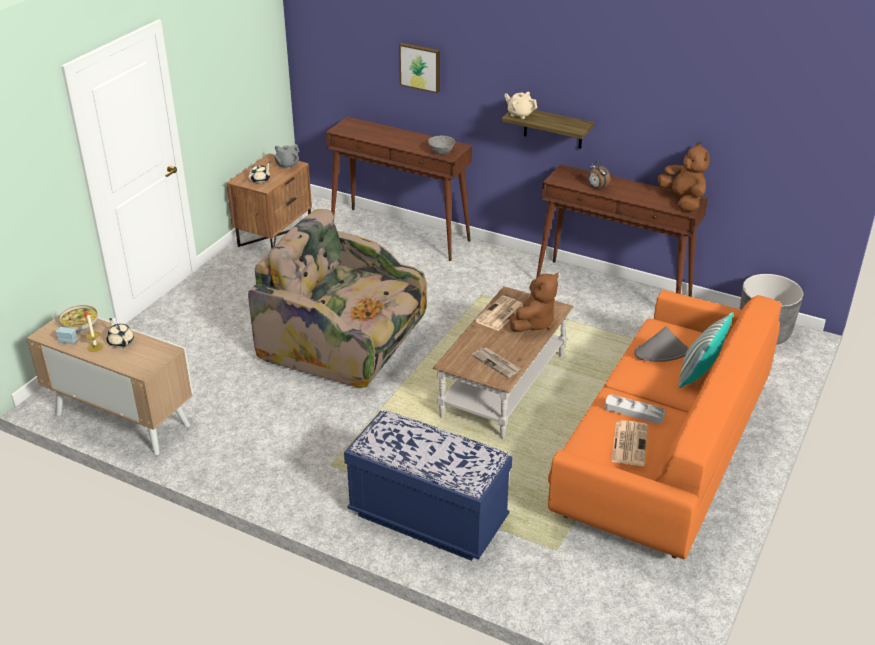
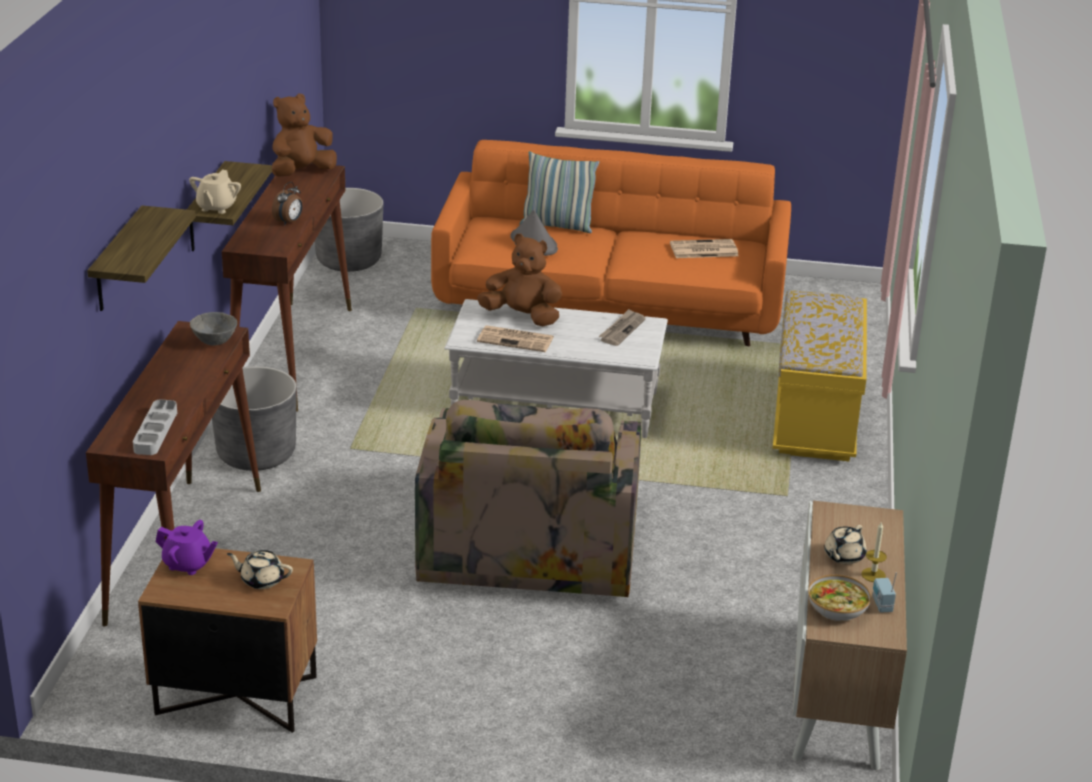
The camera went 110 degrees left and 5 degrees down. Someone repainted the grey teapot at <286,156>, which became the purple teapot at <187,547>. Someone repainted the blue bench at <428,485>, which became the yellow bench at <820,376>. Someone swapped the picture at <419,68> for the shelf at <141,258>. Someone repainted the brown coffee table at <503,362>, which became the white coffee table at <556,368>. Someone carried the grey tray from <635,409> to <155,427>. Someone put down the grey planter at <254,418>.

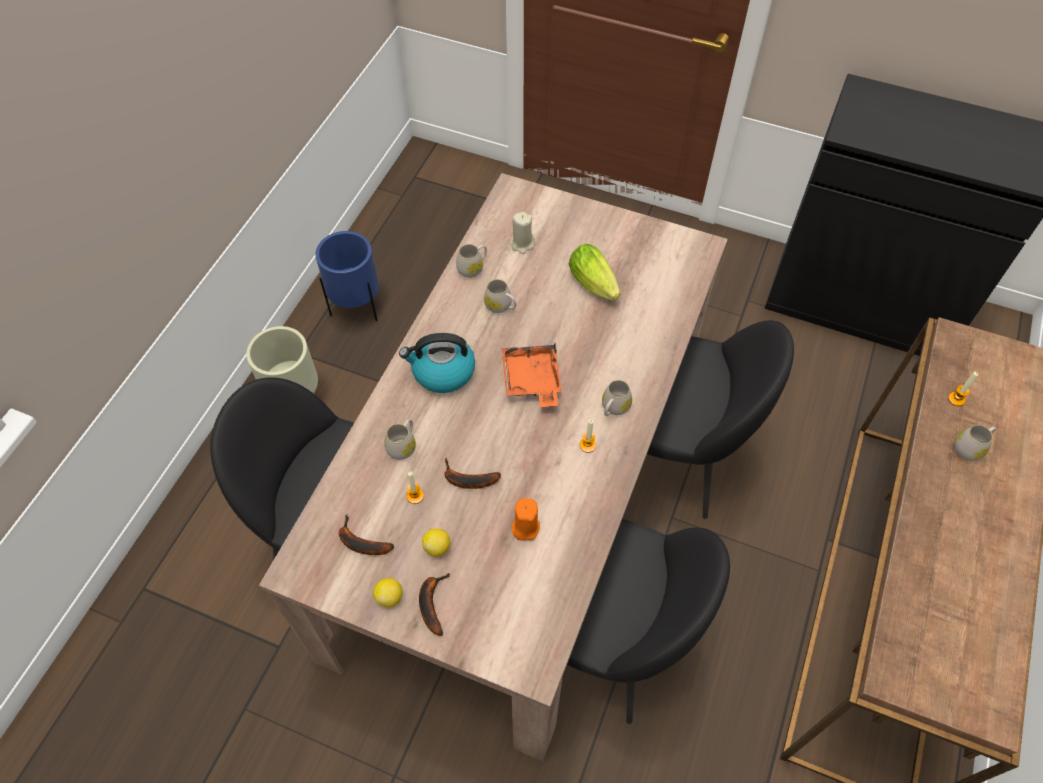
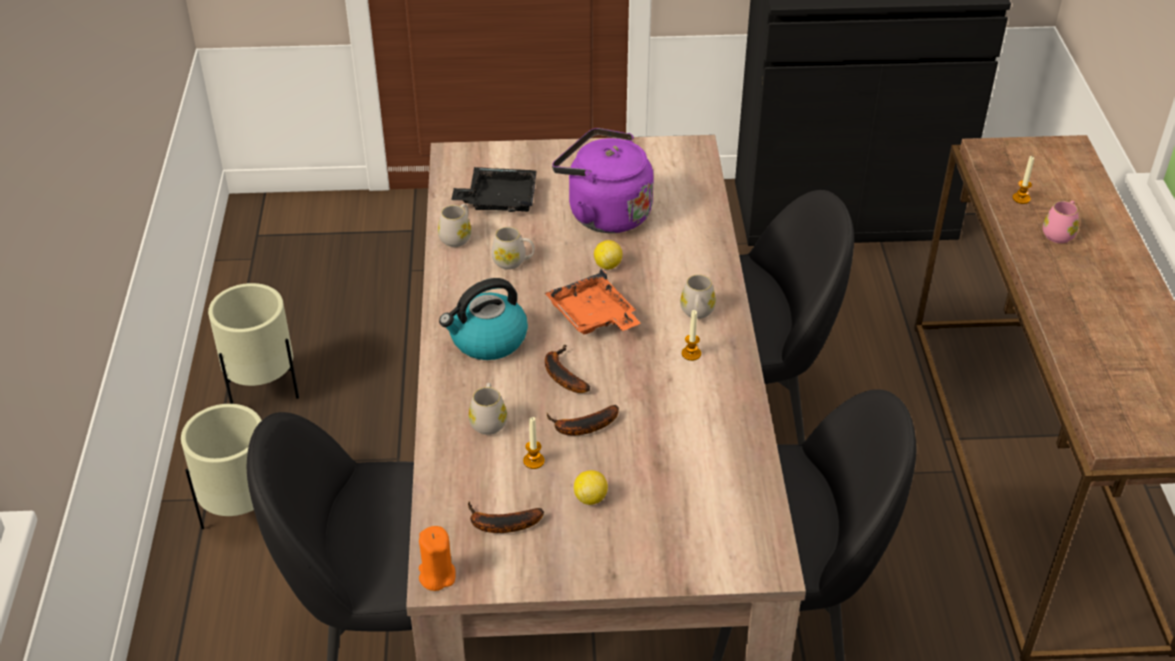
The camera went 25 degrees left and 15 degrees down. Someone repainted the blue planter at <347,276>, which became the beige planter at <253,343>. Someone carried the lemon from <388,592> to <608,254>. Someone carried the banana from <434,604> to <567,368>. Someone swapped the beige candle at <523,233> for the black tray at <494,189>. Someone carried the orange candle from <525,519> to <437,558>. Someone swapped the lettuce at <595,272> for the purple kettle at <603,180>. Someone repainted the white mug at <975,443>, which became the pink mug at <1061,222>.

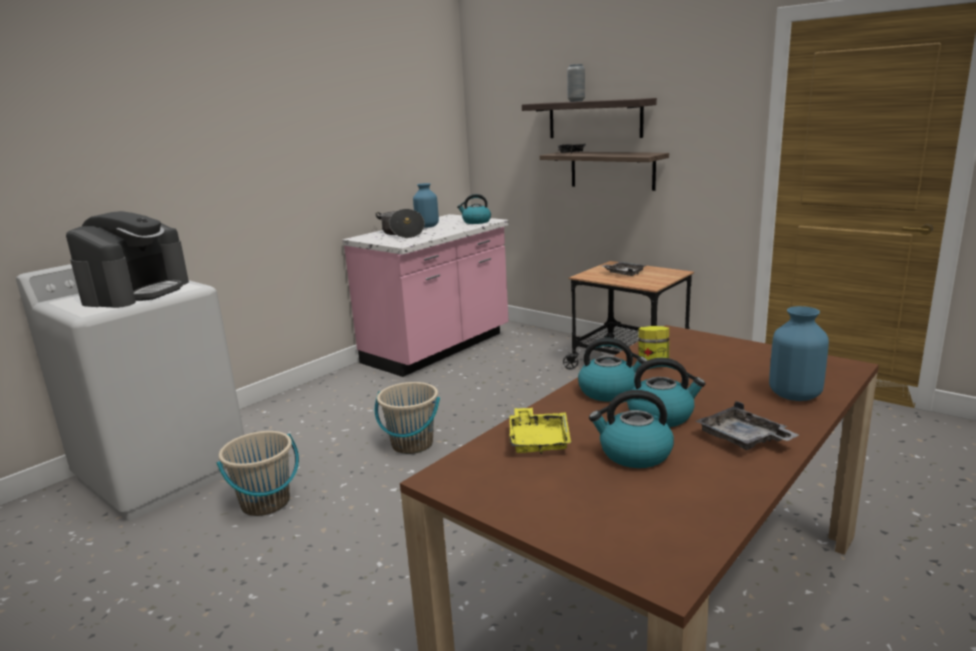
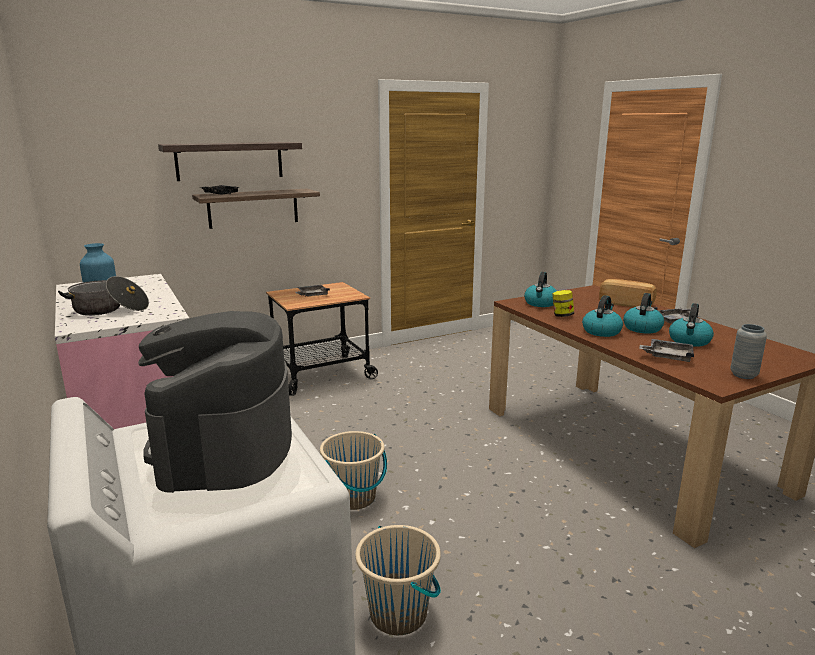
The camera went 70 degrees left and 0 degrees up. Someone rotated the coffee machine at <127,259> by 135 degrees counterclockwise. Someone carried the kettle from <474,209> to <540,289>. Someone repainted the yellow tray at <540,431>, which became the grey tray at <666,350>. Someone carried the grey vase from <576,83> to <748,351>. Someone swapped the blue vase at <799,353> for the bread at <628,293>.

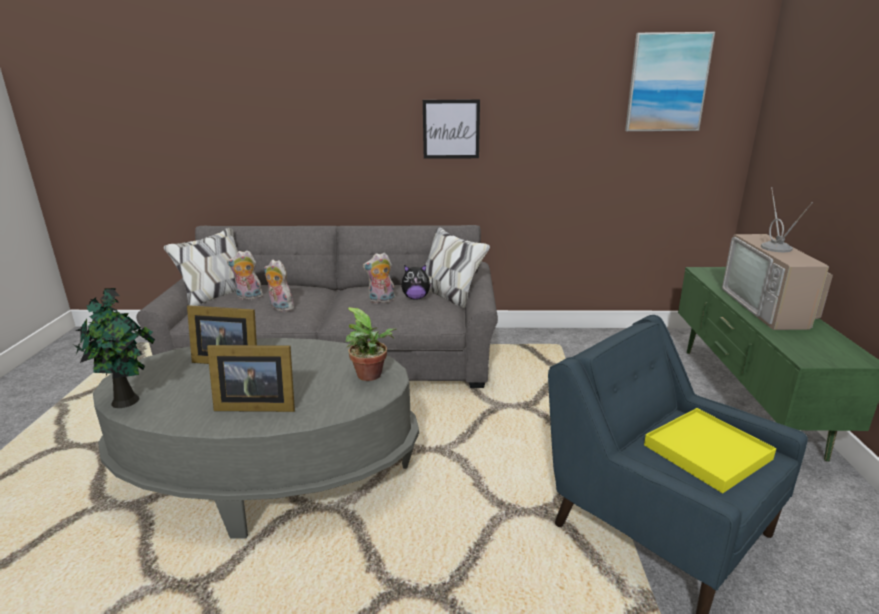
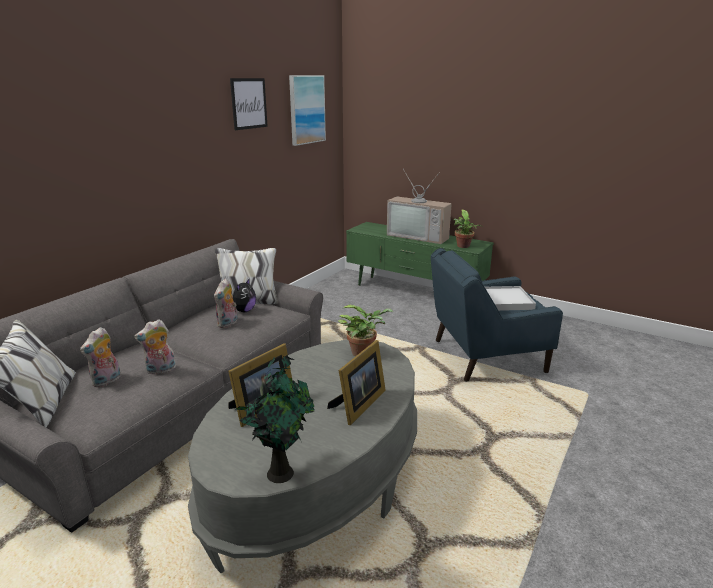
The camera went 60 degrees left and 0 degrees up. Someone carried the picture from <451,129> to <249,104>. Someone repainted the yellow tray at <710,450>, which became the white tray at <510,298>. Someone put down the potted plant at <467,229>.

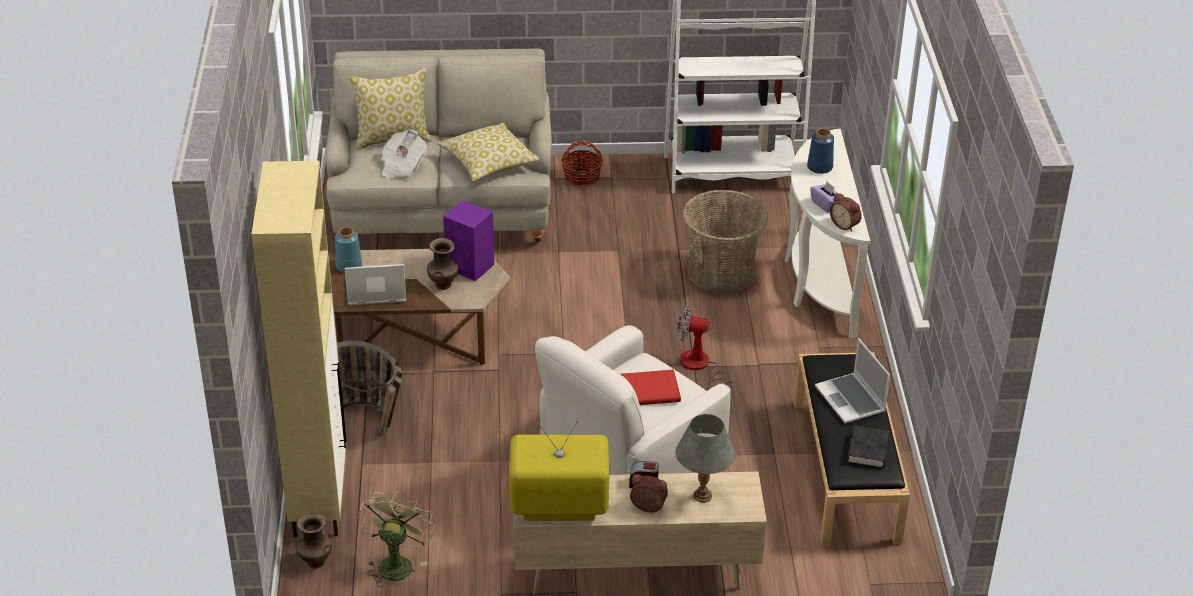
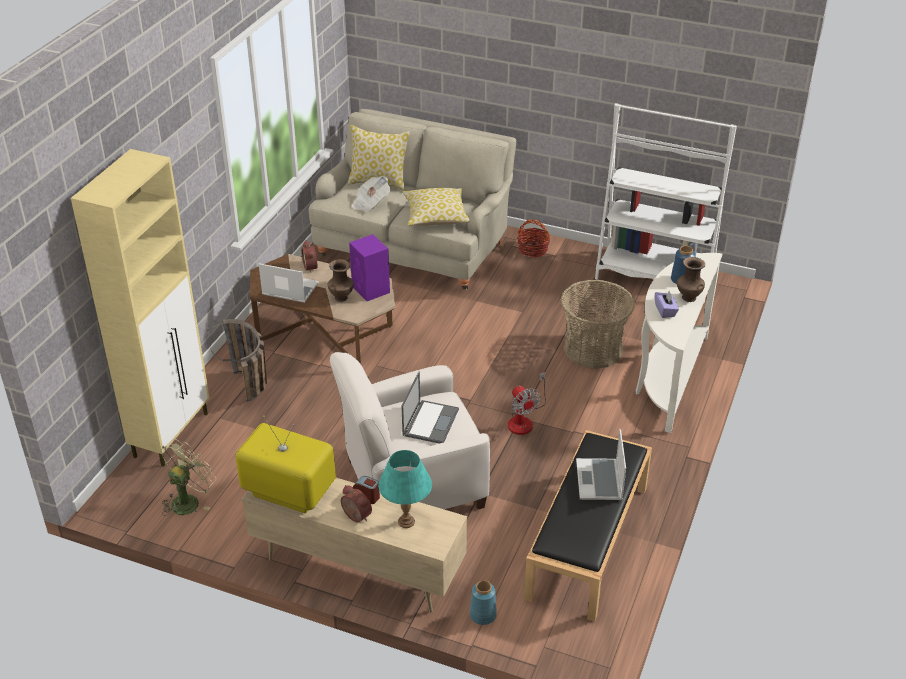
The camera went 25 degrees right and 0 degrees up. Someone carried the brown vase from <314,541> to <691,279>. Someone carried the blue vase from <348,250> to <483,602>. Someone swapped the red book at <650,387> for the laptop at <430,408>. Someone repainted the grey table lamp at <705,458>, which became the turquoise table lamp at <405,489>. Someone rotated the fan at <705,347> by 150 degrees counterclockwise. Someone carried the alarm clock from <846,212> to <309,256>. Someone took away the black book at <869,446>.

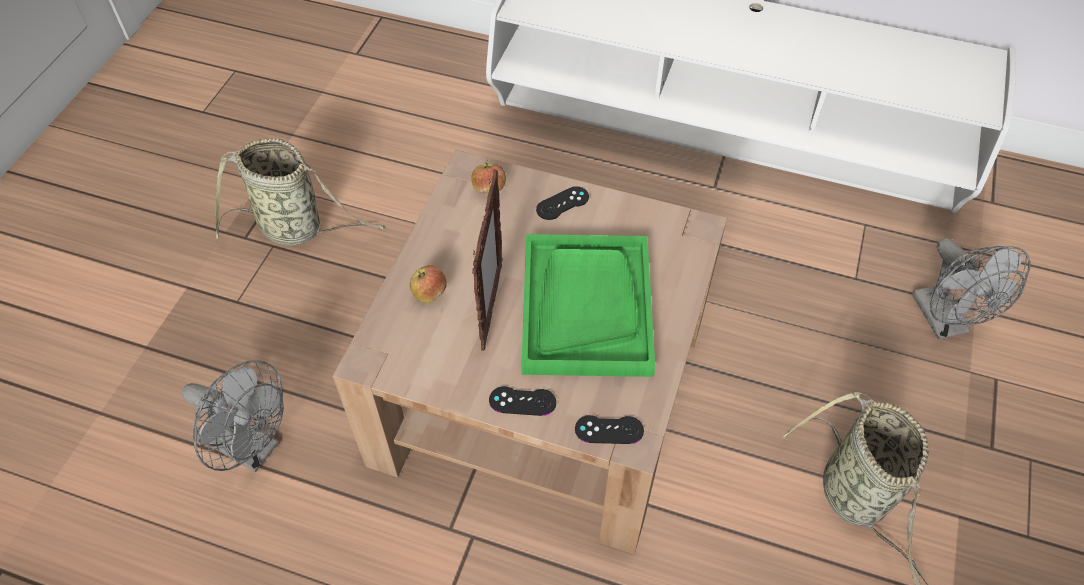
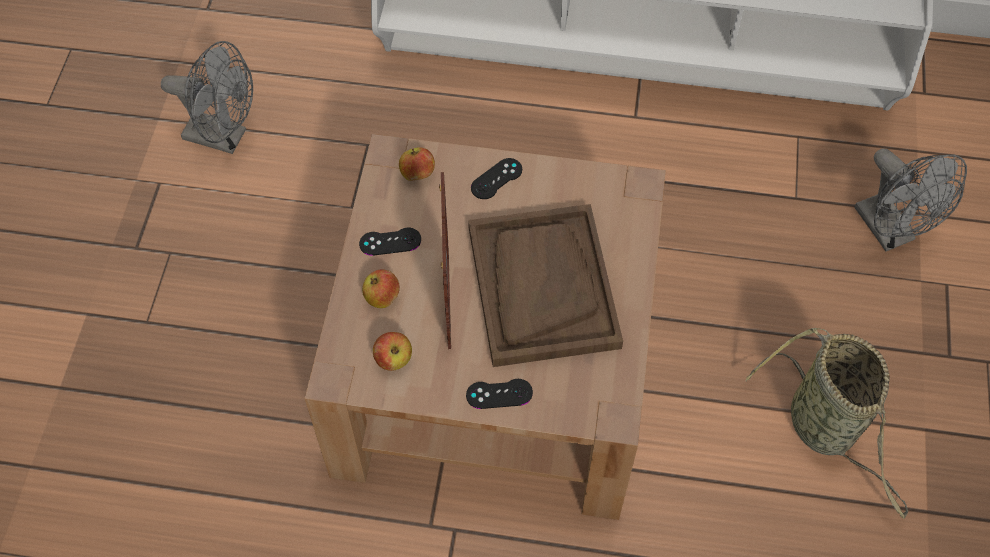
The camera went 10 degrees left and 5 degrees up. Someone carried the grey fan from <233,416> to <207,97>. Someone took away the basket at <301,192>. Someone repainted the green tray at <588,305>, which became the brown tray at <545,285>. Someone carried the black game controller from <609,429> to <390,241>. Someone put down the apple at <392,351>.

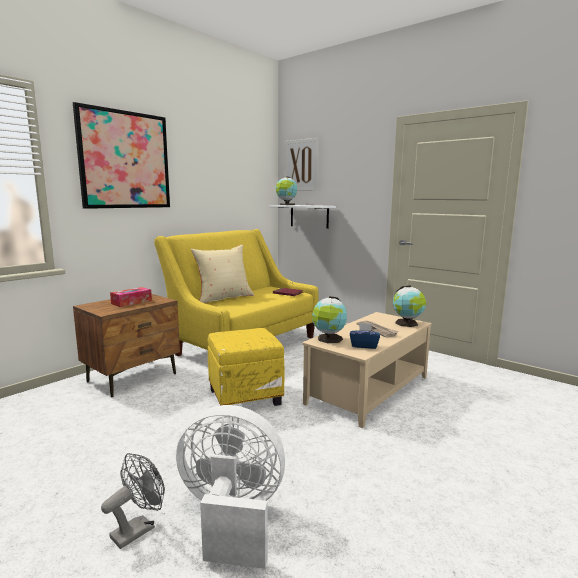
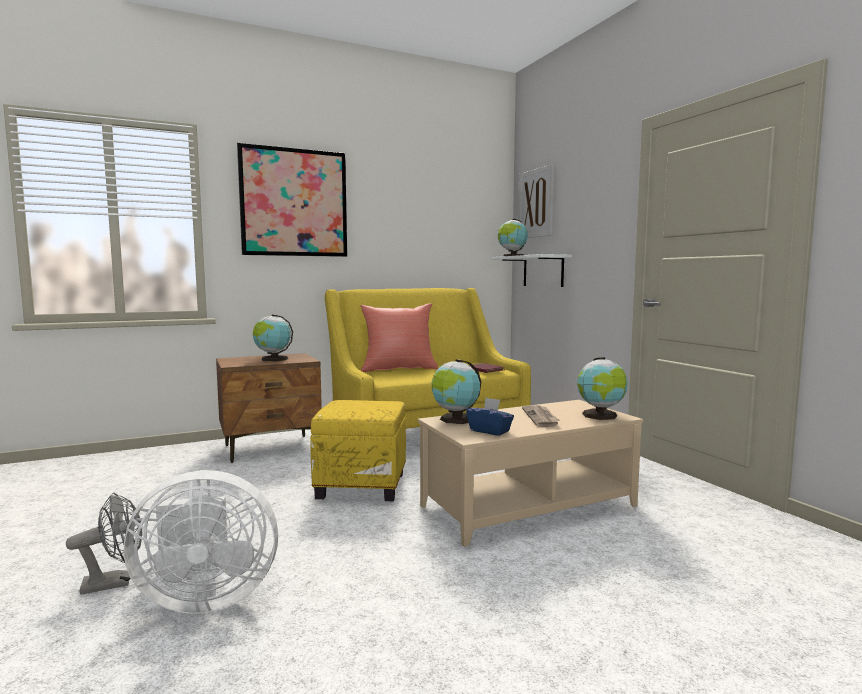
The camera went 25 degrees right and 5 degrees down. Someone swapped the tissue box at <131,297> for the globe at <273,338>. Someone rotated the white fan at <230,487> by 135 degrees clockwise. Someone repainted the beige pillow at <222,274>, which became the red pillow at <399,337>.

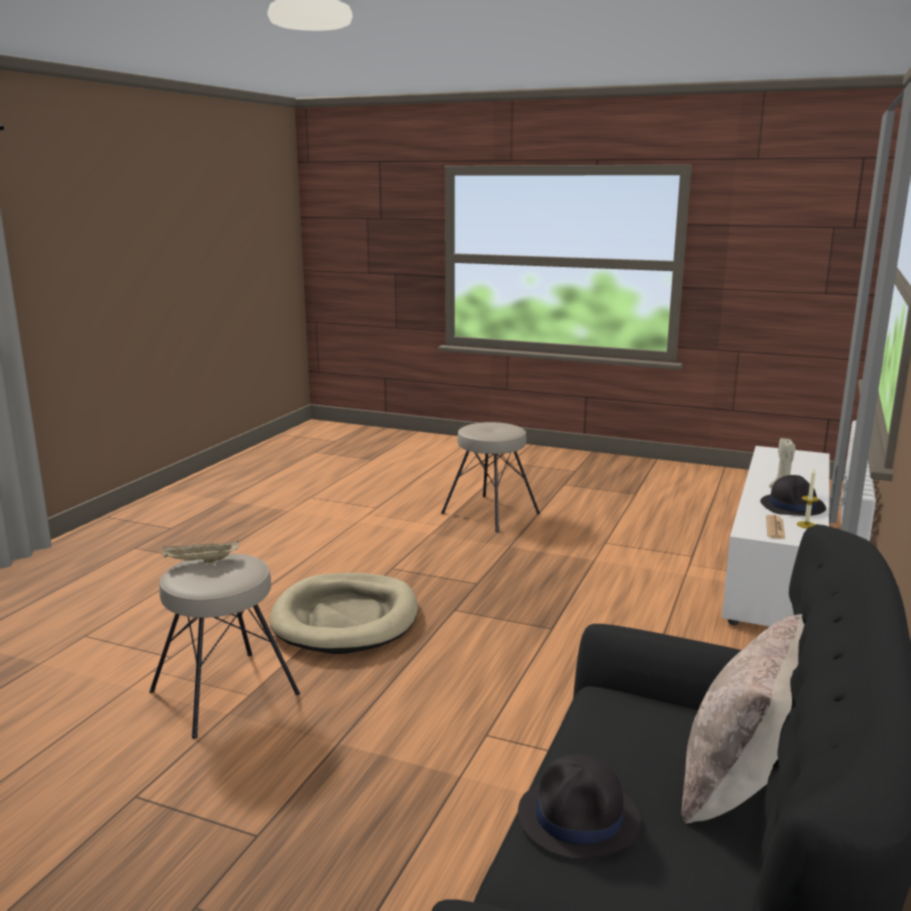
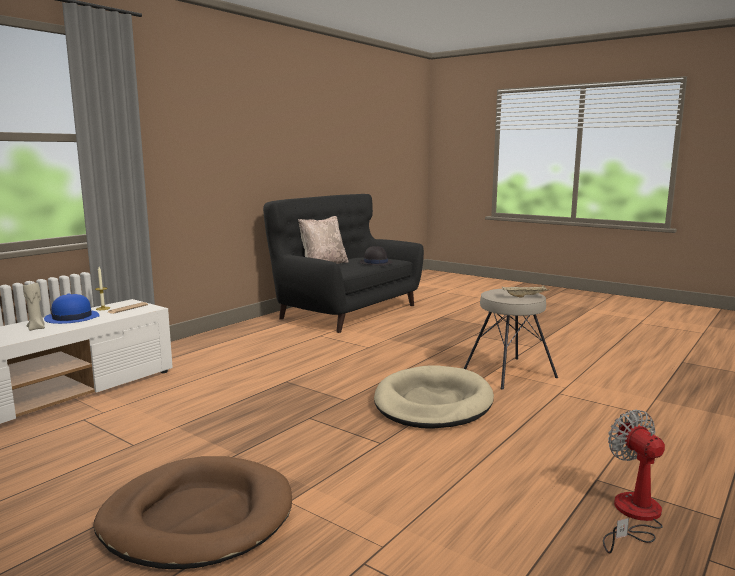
The camera went 165 degrees left and 5 degrees down. Someone swapped the beige stool at <490,477> for the brown dog bed at <193,512>. Someone repainted the black hat at <793,495>, which became the blue hat at <72,309>. Someone put down the fan at <634,481>.

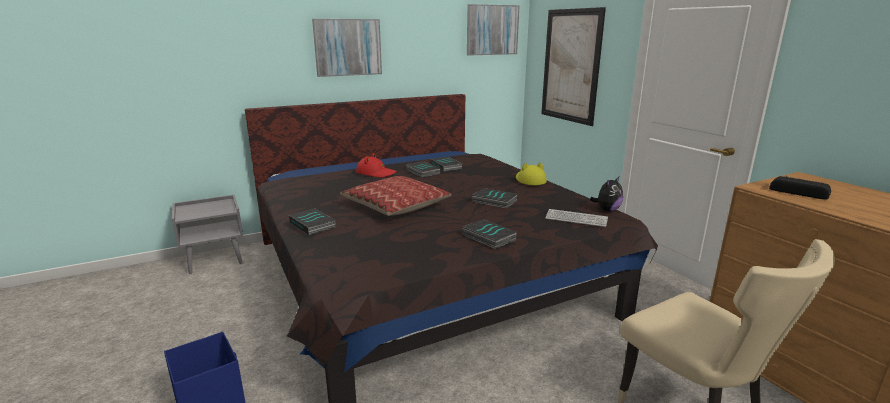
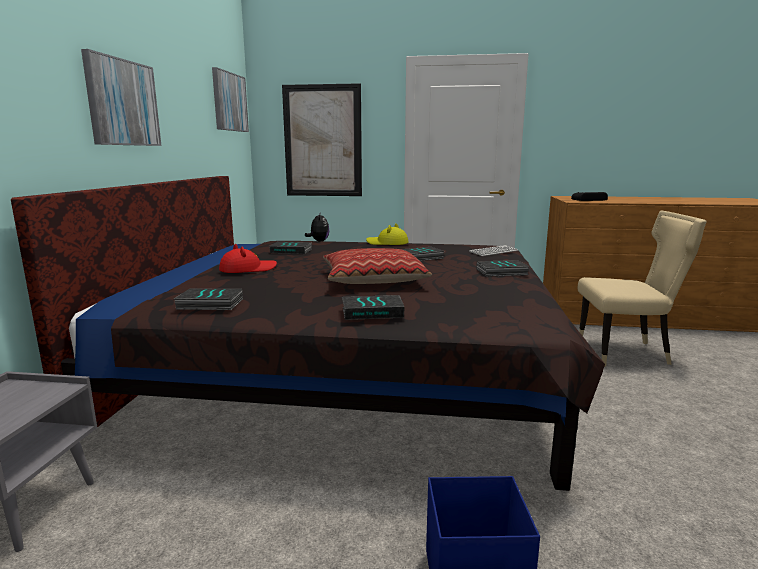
The camera went 55 degrees left and 5 degrees down. Someone carried the book from <423,169> to <208,299>. Someone carried the plush toy from <606,194> to <317,227>.

